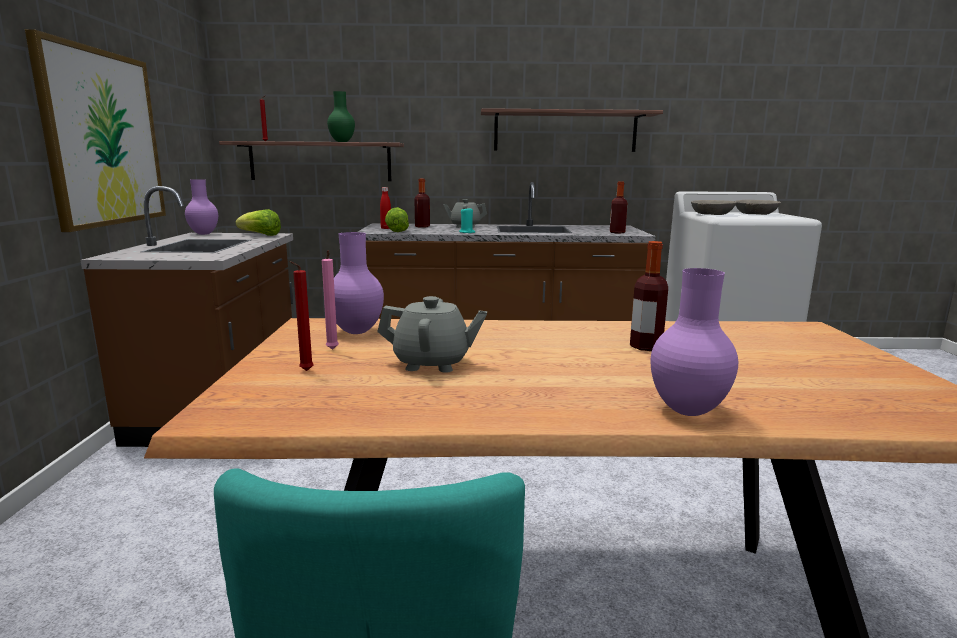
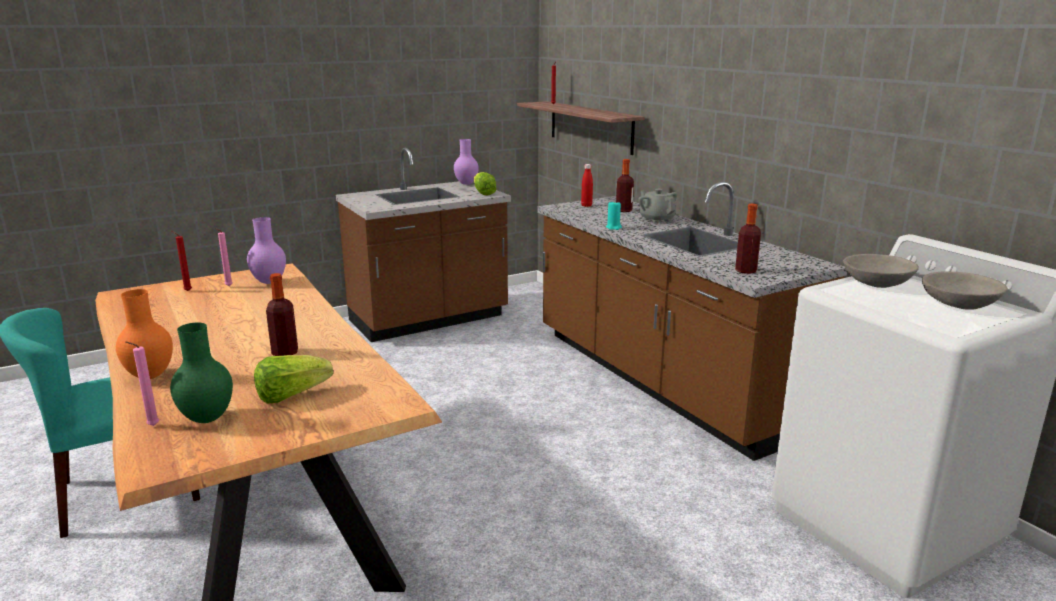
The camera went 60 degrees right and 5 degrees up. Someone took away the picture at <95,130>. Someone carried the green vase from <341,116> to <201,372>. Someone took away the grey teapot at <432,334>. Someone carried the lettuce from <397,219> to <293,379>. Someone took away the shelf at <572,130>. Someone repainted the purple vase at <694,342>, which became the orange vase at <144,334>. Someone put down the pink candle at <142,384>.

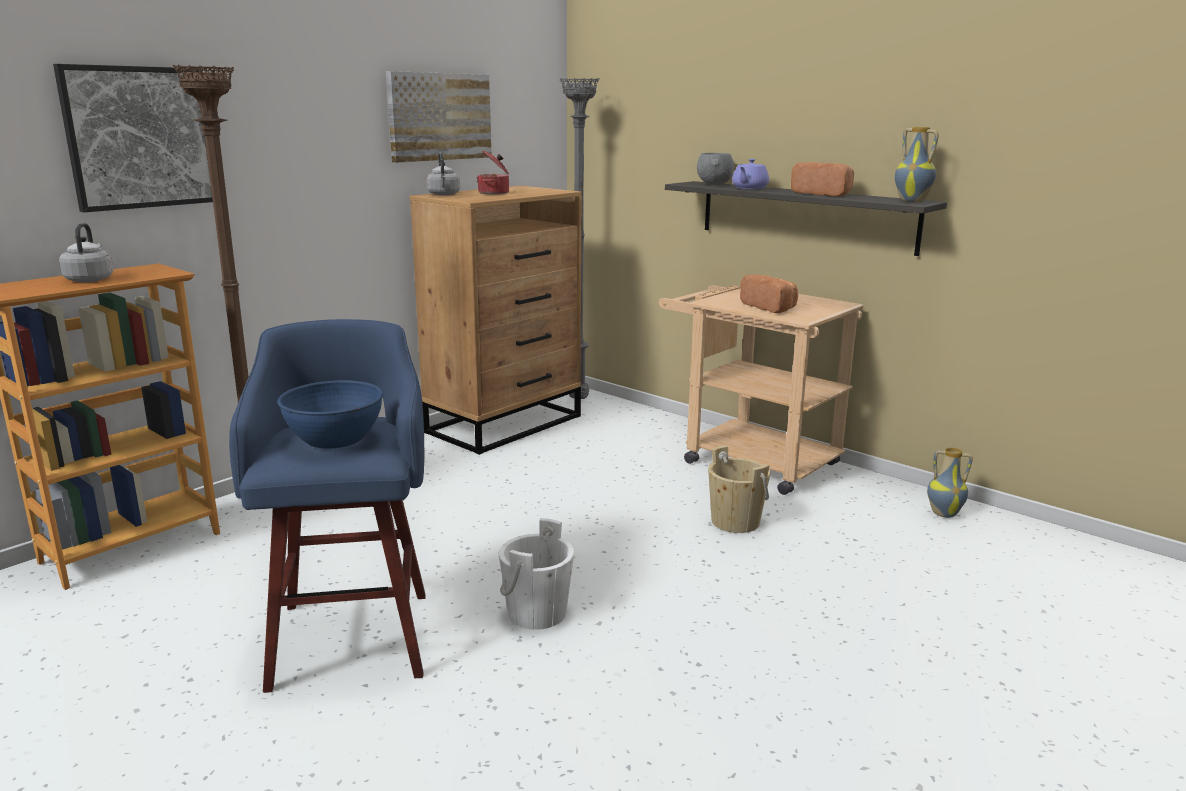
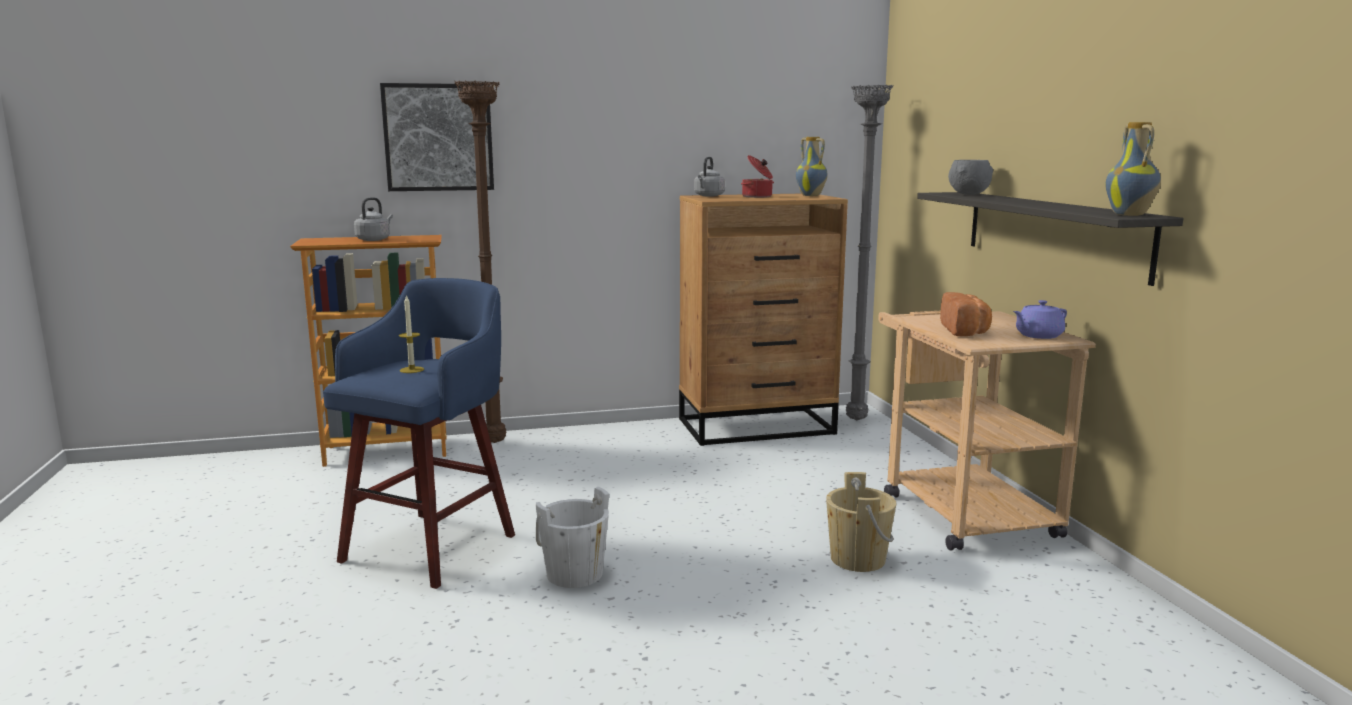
The camera went 35 degrees right and 5 degrees down. Someone swapped the blue bowl at <330,414> for the candle at <411,333>. Someone took away the picture at <438,117>. Someone carried the purple teapot from <750,174> to <1040,319>. Someone took away the bread at <822,179>. Someone carried the vase from <950,483> to <812,166>.

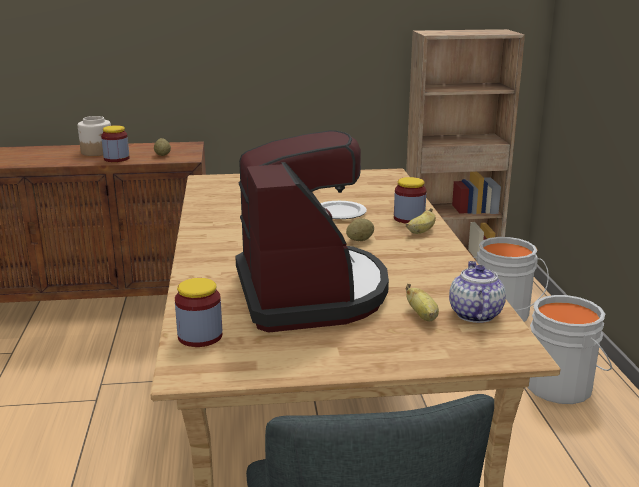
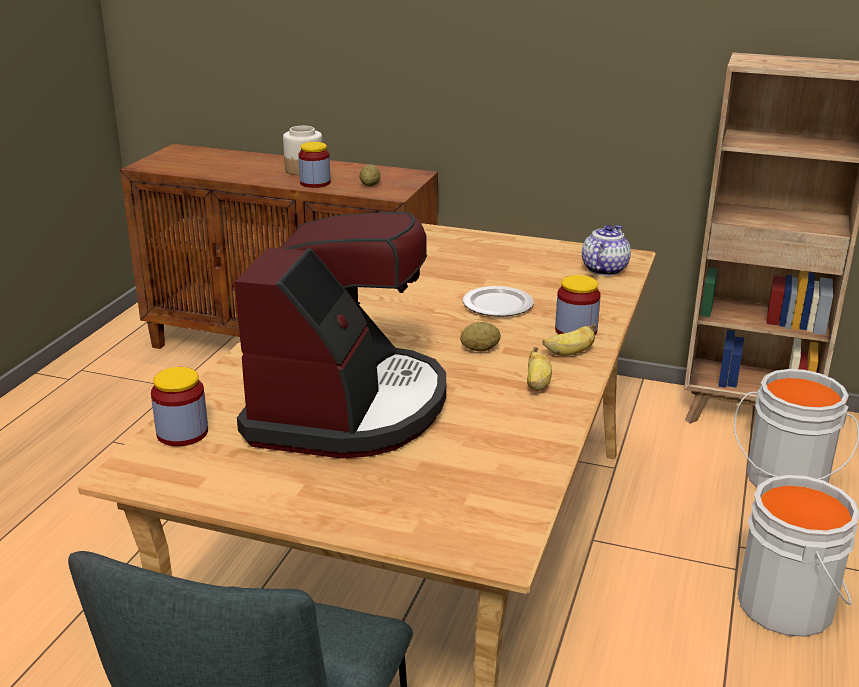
The camera went 25 degrees right and 5 degrees up. Someone carried the banana from <422,303> to <539,369>. Someone carried the teapot from <477,292> to <606,250>.

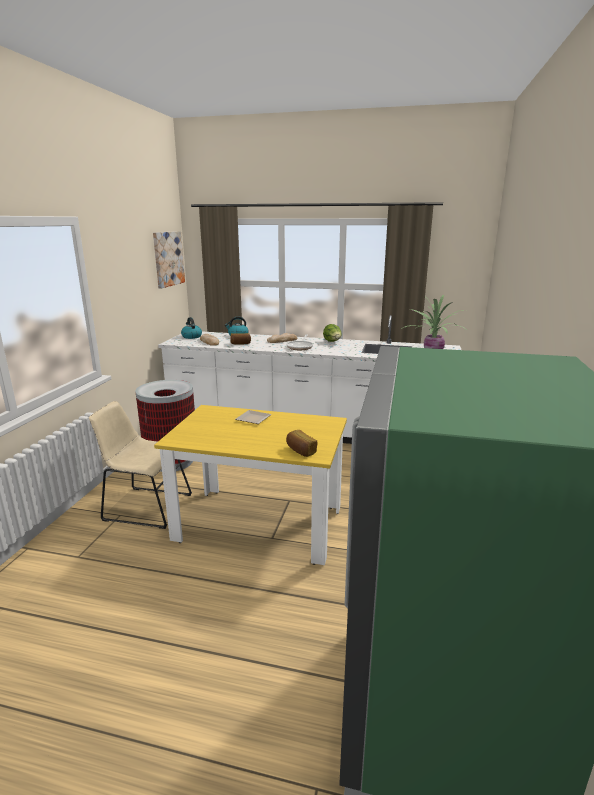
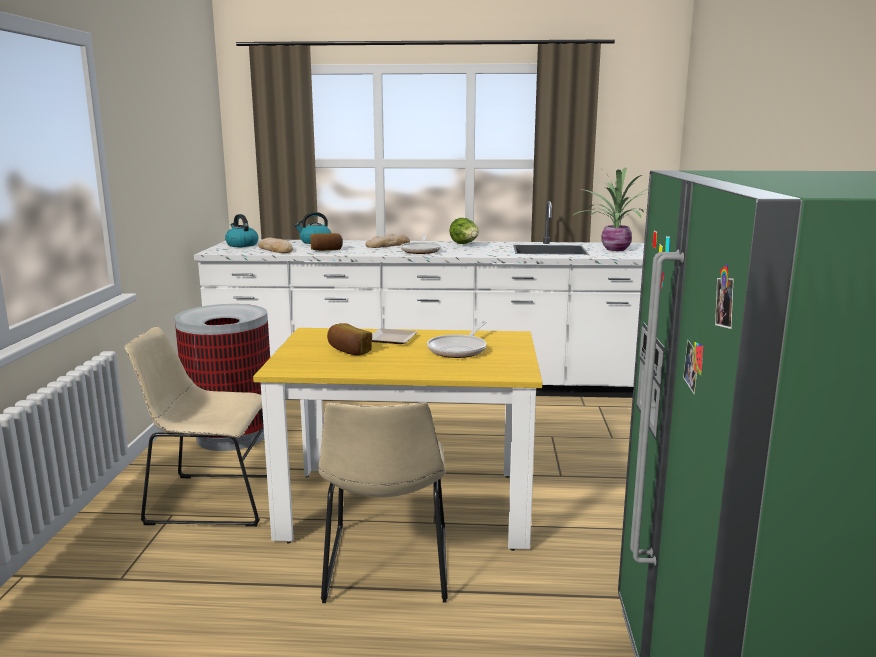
The camera went 10 degrees left and 5 degrees down. Someone took away the picture at <169,260>. Someone carried the bread from <301,443> to <349,339>. Someone put down the beige chair at <383,502>. Someone put down the frying pan at <457,339>.

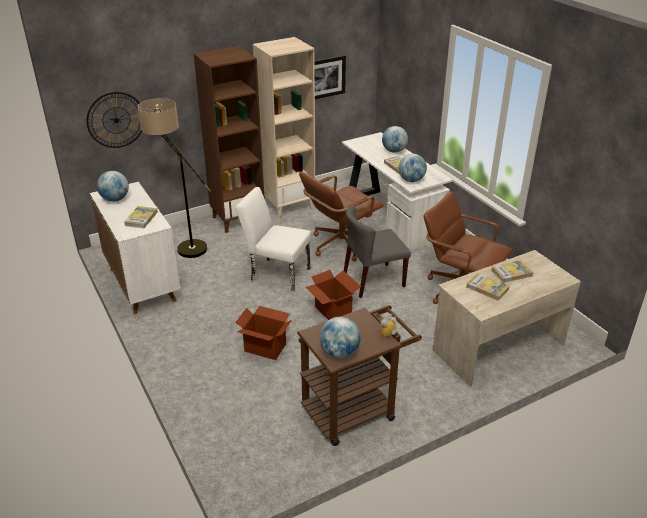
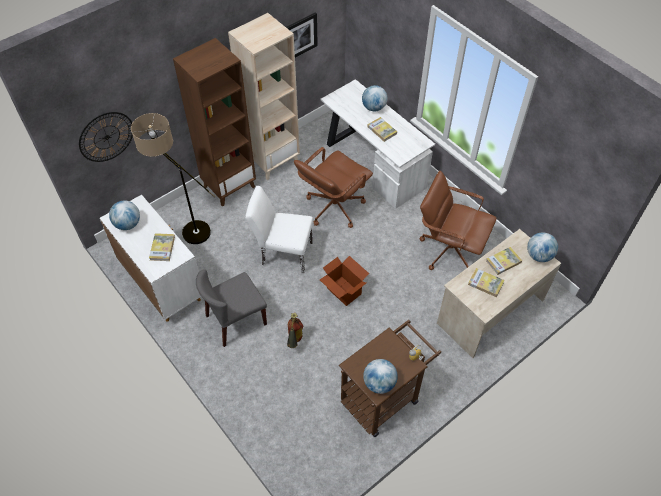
The camera went 10 degrees left and 20 degrees up. Someone swapped the cardboard box at <264,333> for the fire extinguisher at <295,330>. Someone carried the grey chair from <377,252> to <231,308>. Someone carried the globe from <412,168> to <542,247>.

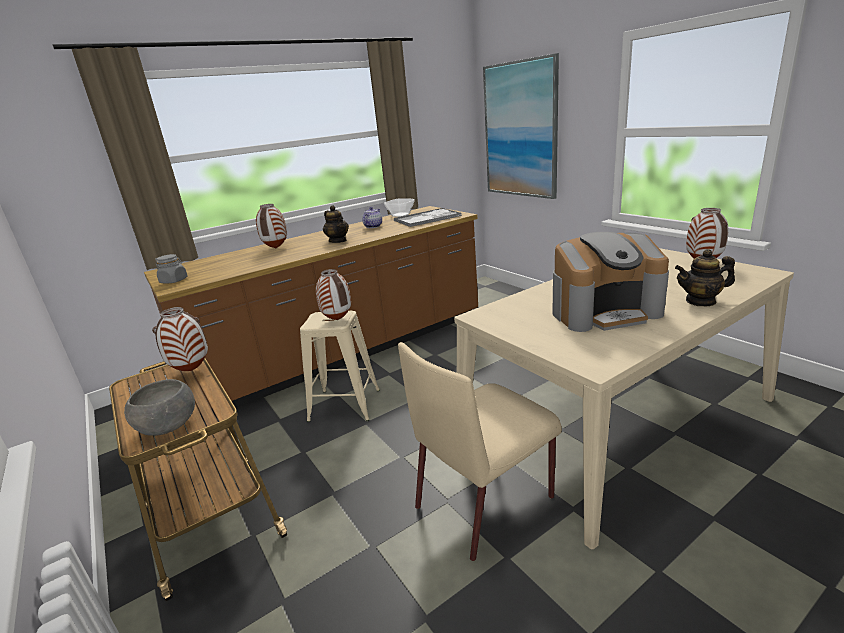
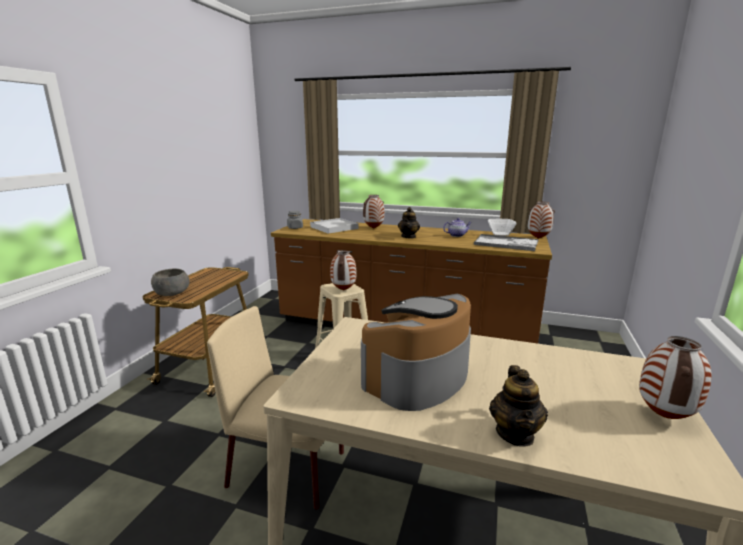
The camera went 50 degrees right and 5 degrees down. Someone carried the vase from <180,339> to <541,220>. Someone took away the picture at <521,126>. Someone rotated the coffee machine at <610,282> by 90 degrees clockwise. Someone rotated the teapot at <705,278> by 135 degrees counterclockwise. Someone put down the white tray at <334,226>.

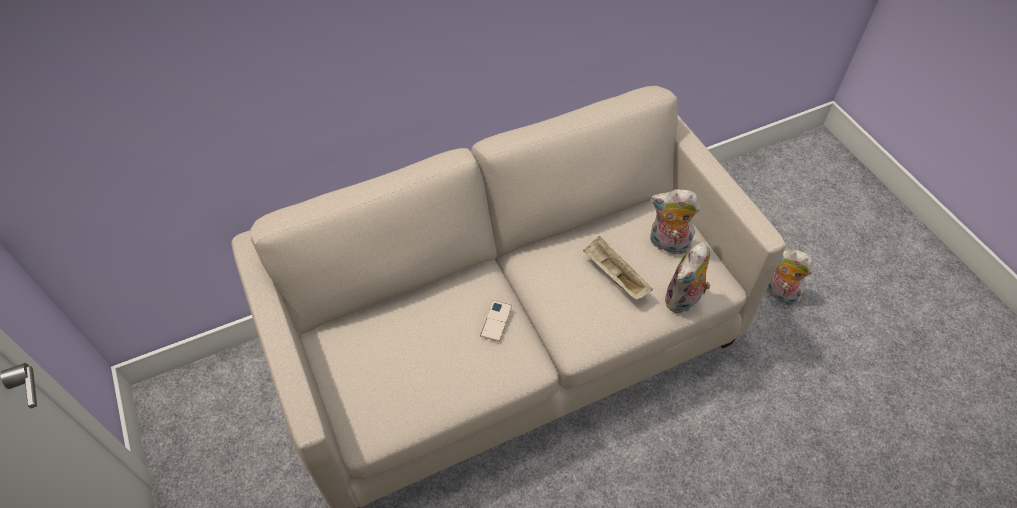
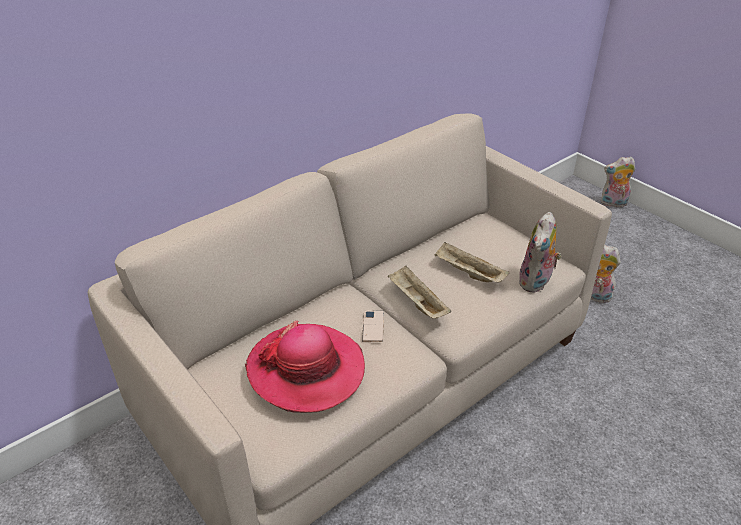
The camera went 15 degrees left and 15 degrees down. Someone carried the plush toy from <675,221> to <618,182>. Someone put down the hat at <305,367>. Someone put down the beige tray at <420,292>.

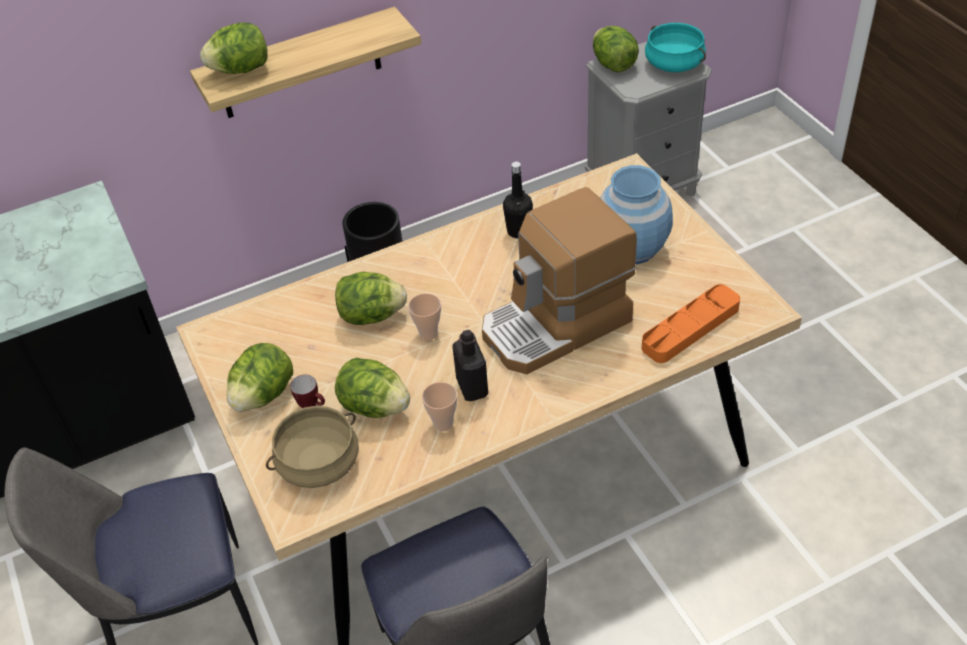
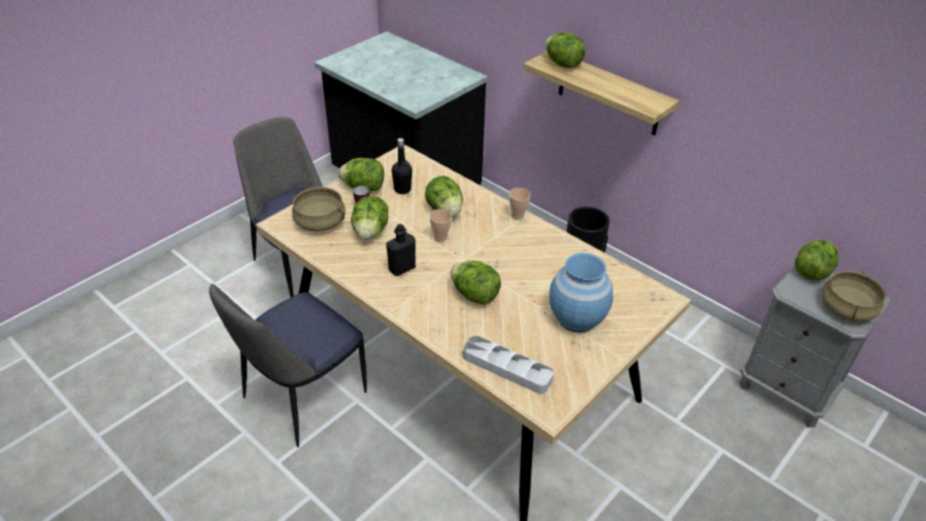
The camera went 65 degrees right and 5 degrees down. Someone carried the cup from <439,406> to <520,204>. Someone swapped the coffee machine at <559,280> for the lettuce at <475,283>. Someone carried the black bottle from <518,199> to <402,166>. Someone repainted the orange tray at <691,323>, which became the grey tray at <508,364>. Someone repainted the turquoise cooking pot at <675,47>, which became the beige cooking pot at <854,296>.

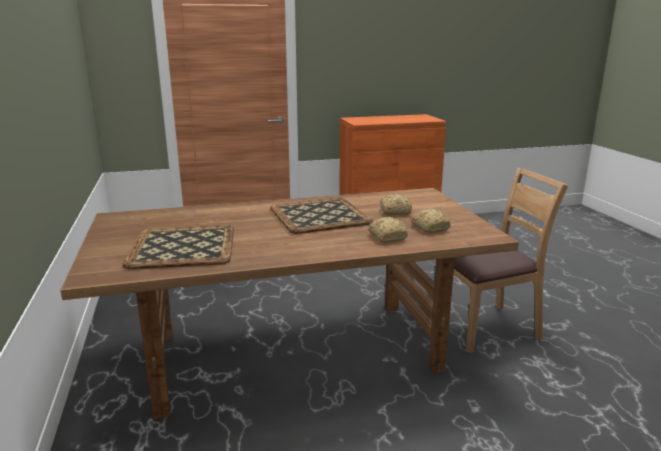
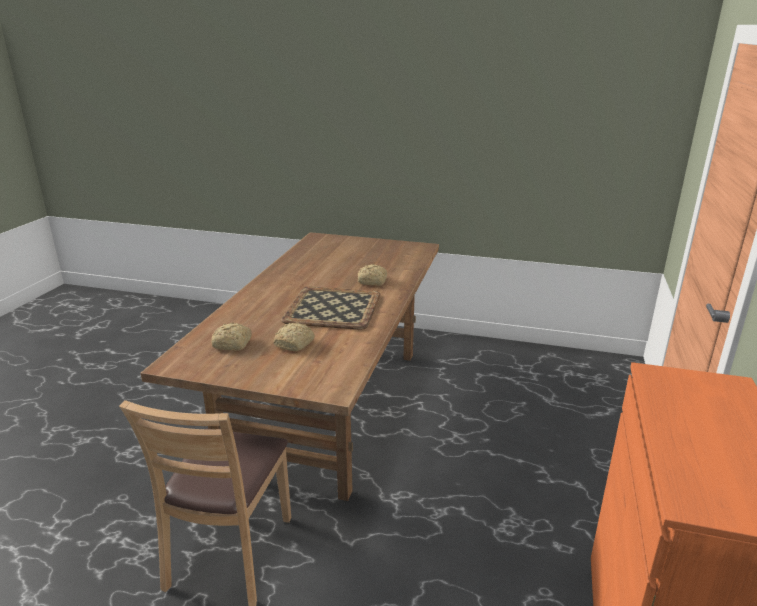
The camera went 120 degrees right and 5 degrees up. Someone took away the tray at <178,247>. Someone carried the bread from <388,229> to <372,275>.

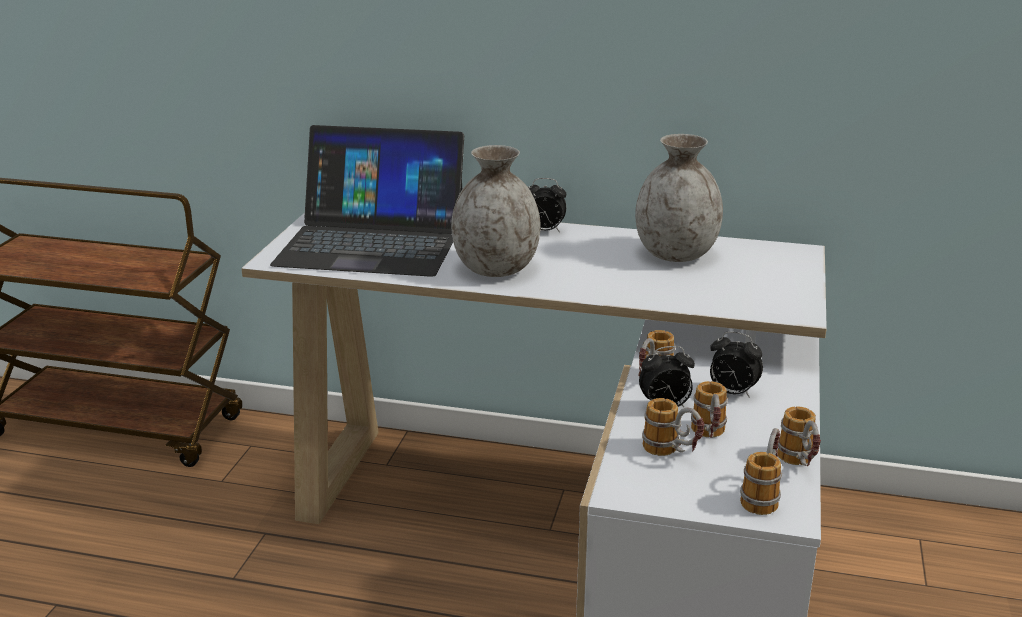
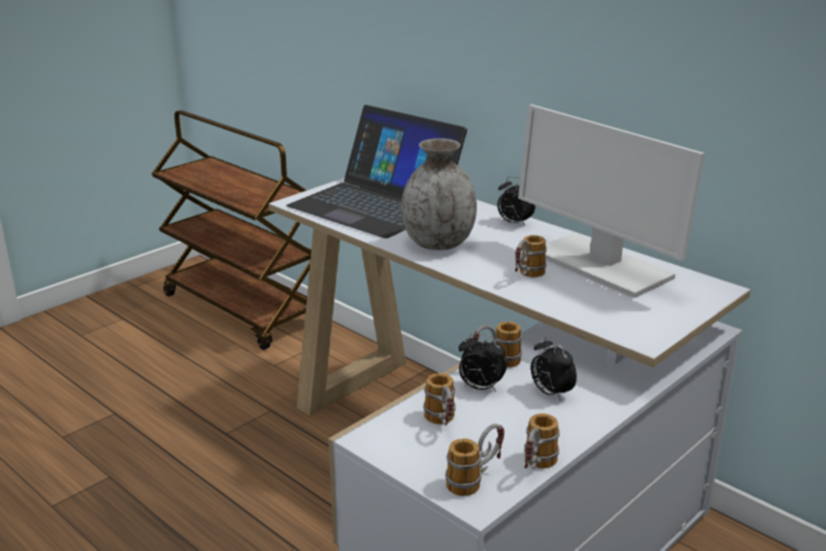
The camera went 30 degrees right and 0 degrees up. Someone swapped the grey vase at <679,198> for the monitor at <611,201>. Someone carried the mug from <709,409> to <531,256>.

